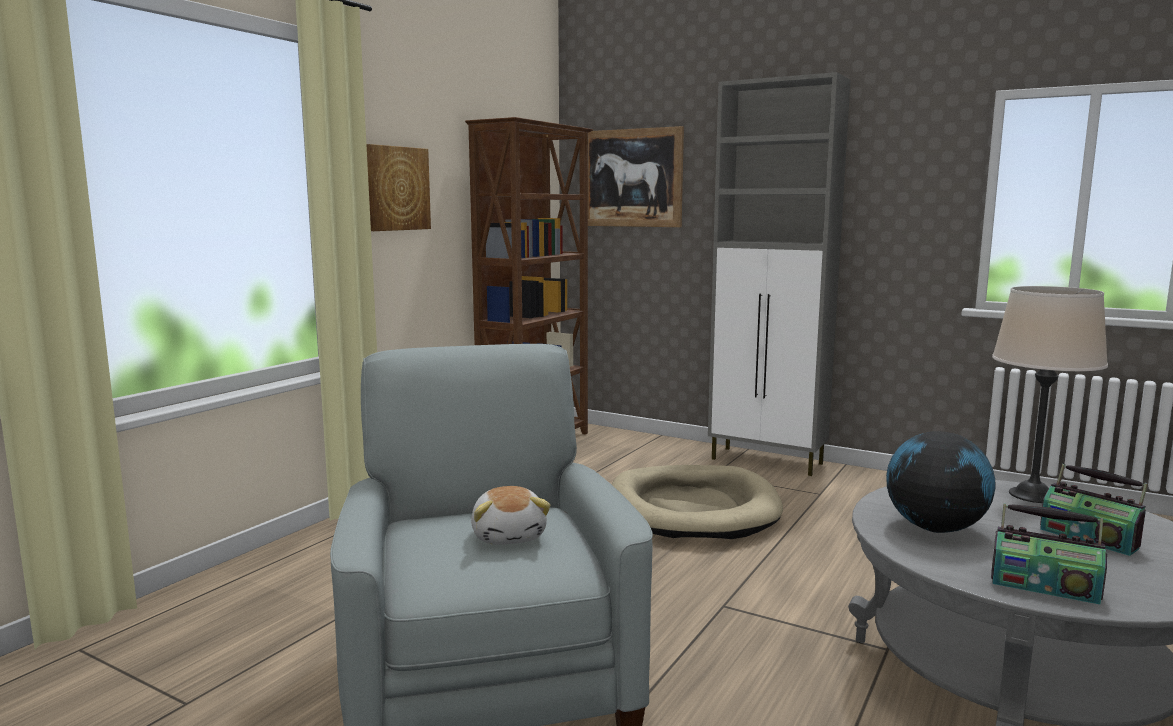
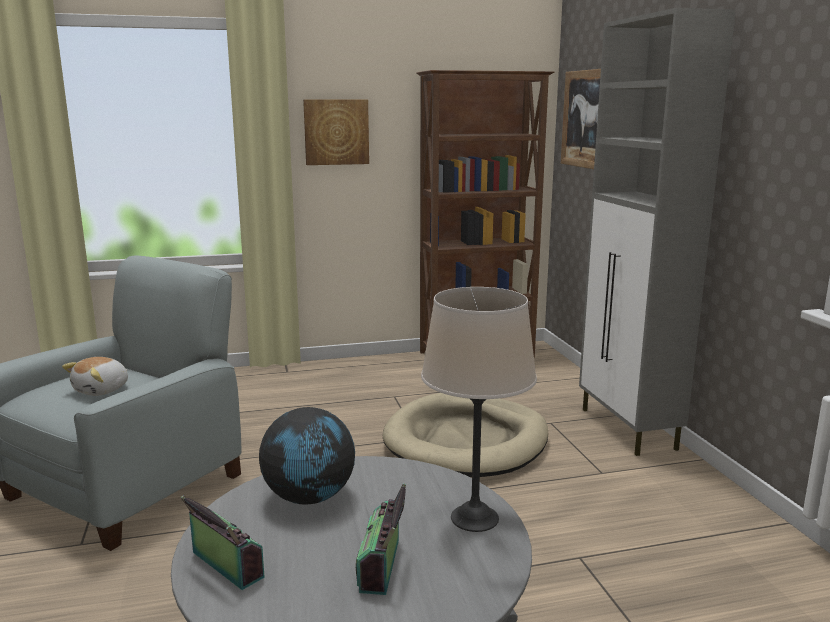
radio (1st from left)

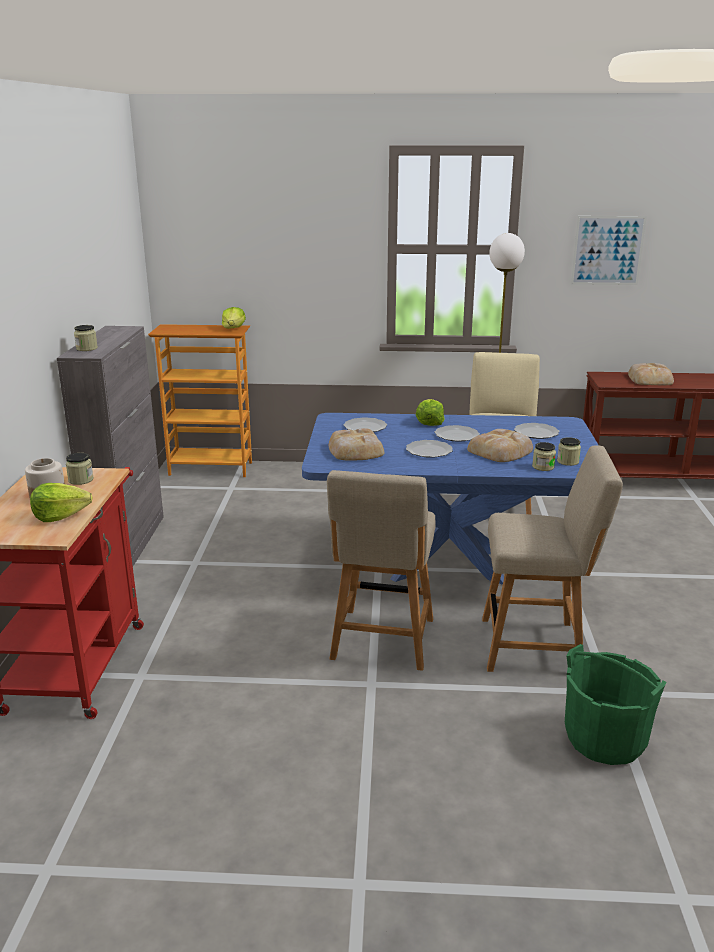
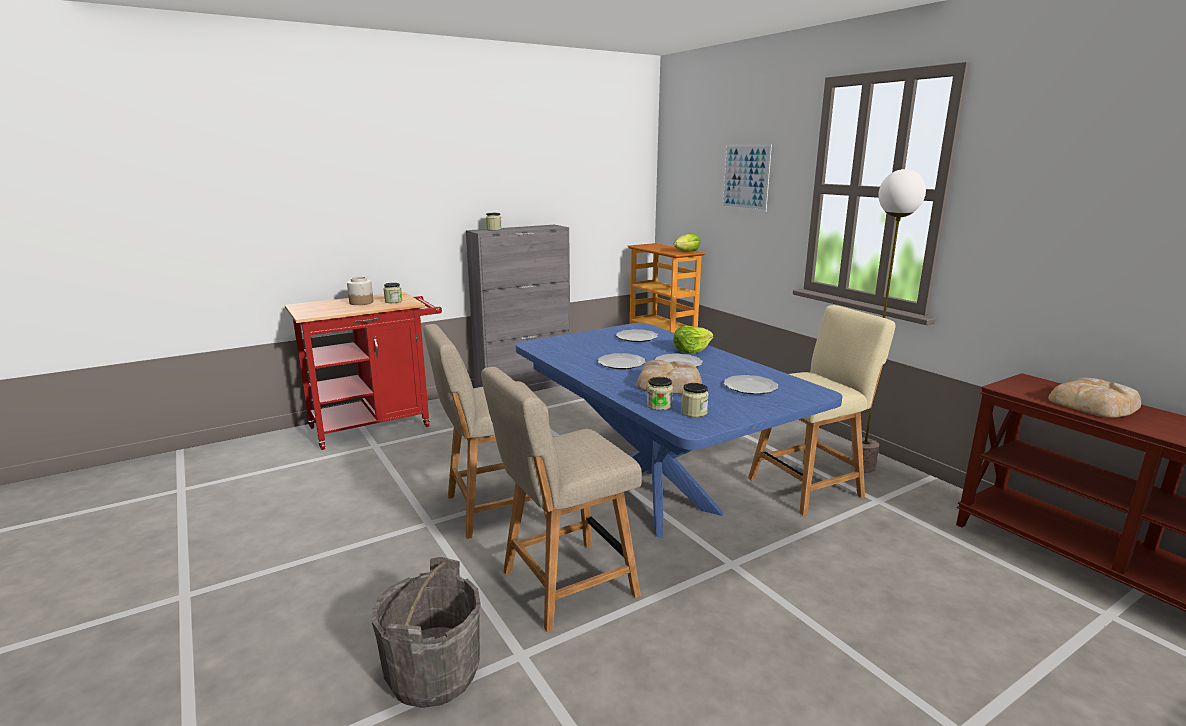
picture
bread (1st from left in the first image)
chair (beige) (2nd from left)
lettuce (1st from left in the first image)
bucket (grey)

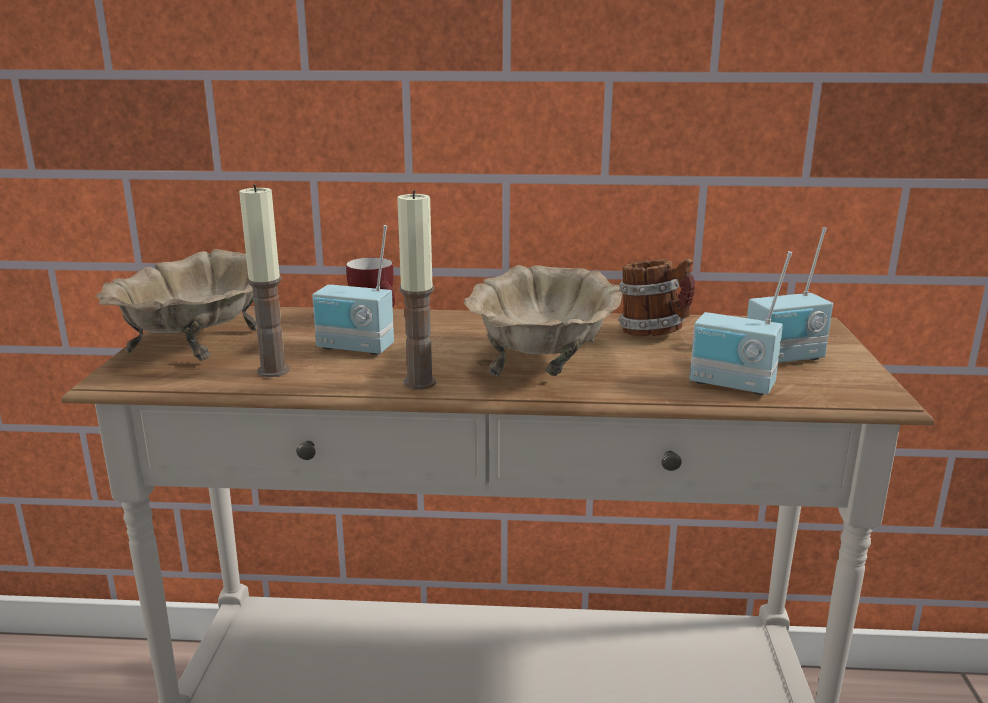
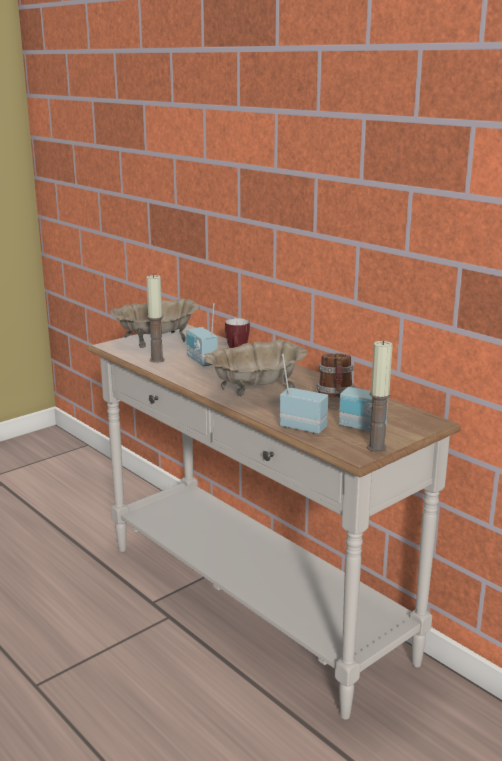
candle (2nd from left)
radio (2nd from left)

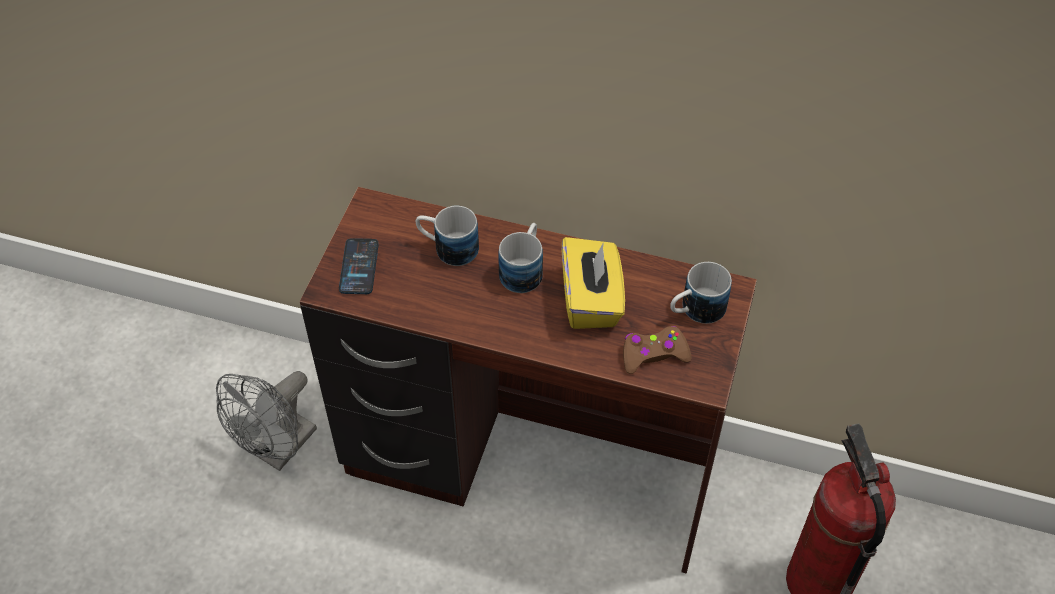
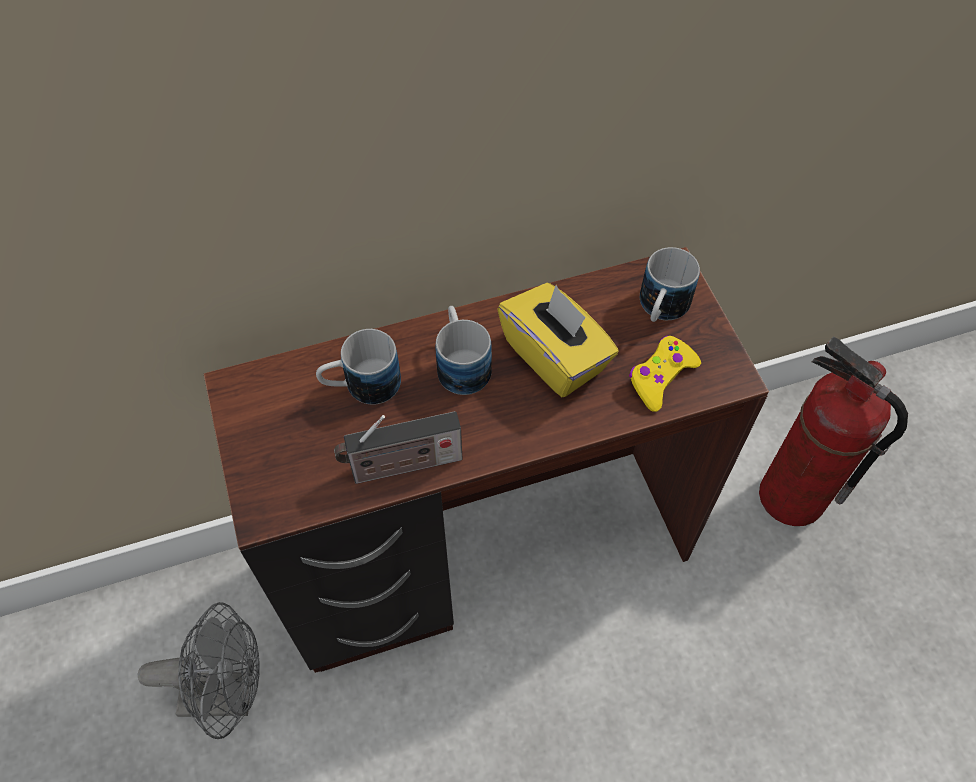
phone
game controller (yellow)
fan (grey)
radio

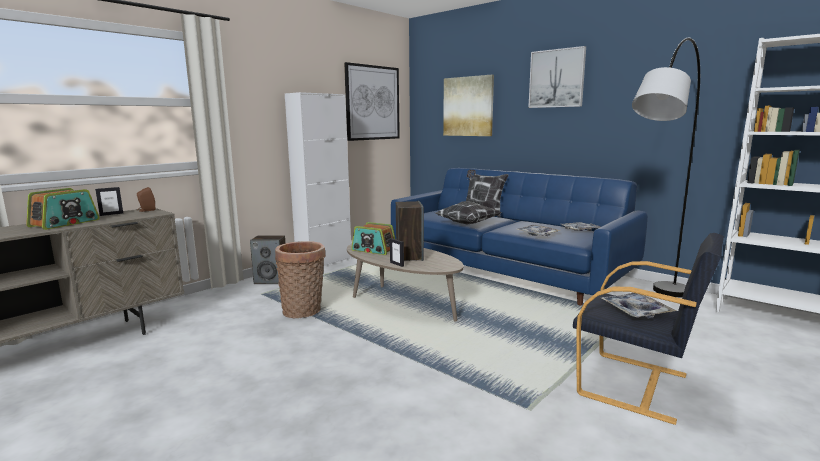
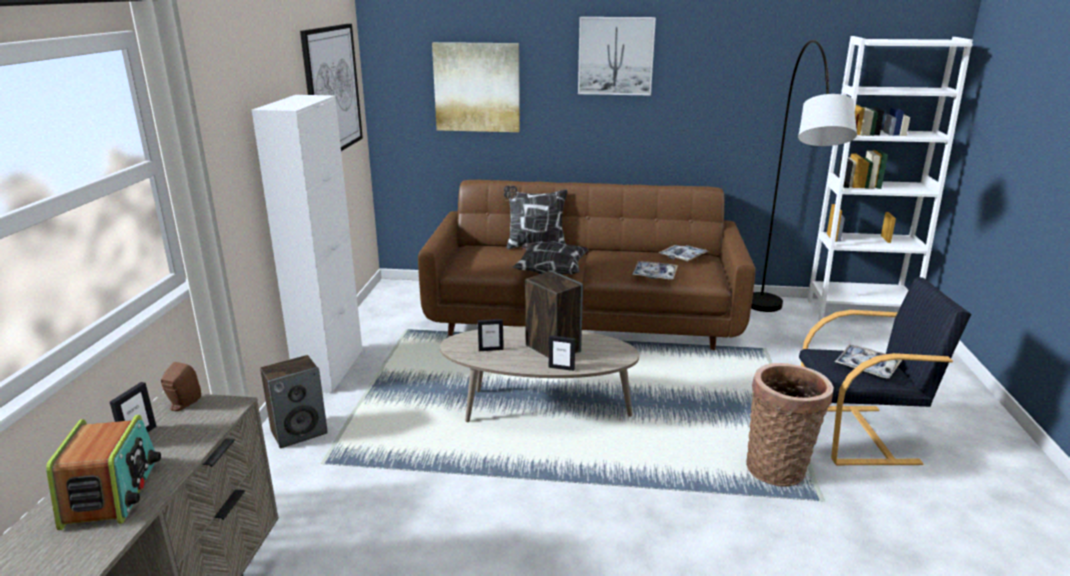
sofa (brown)
picture frame (2nd from left)
basket

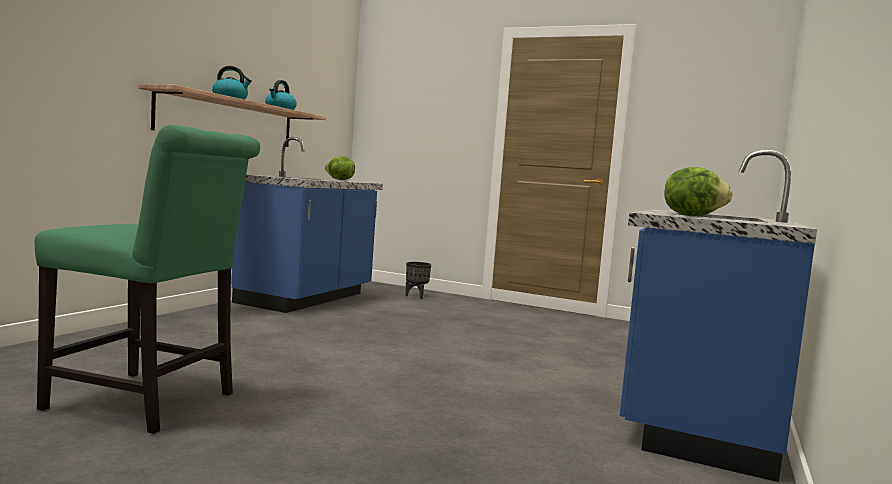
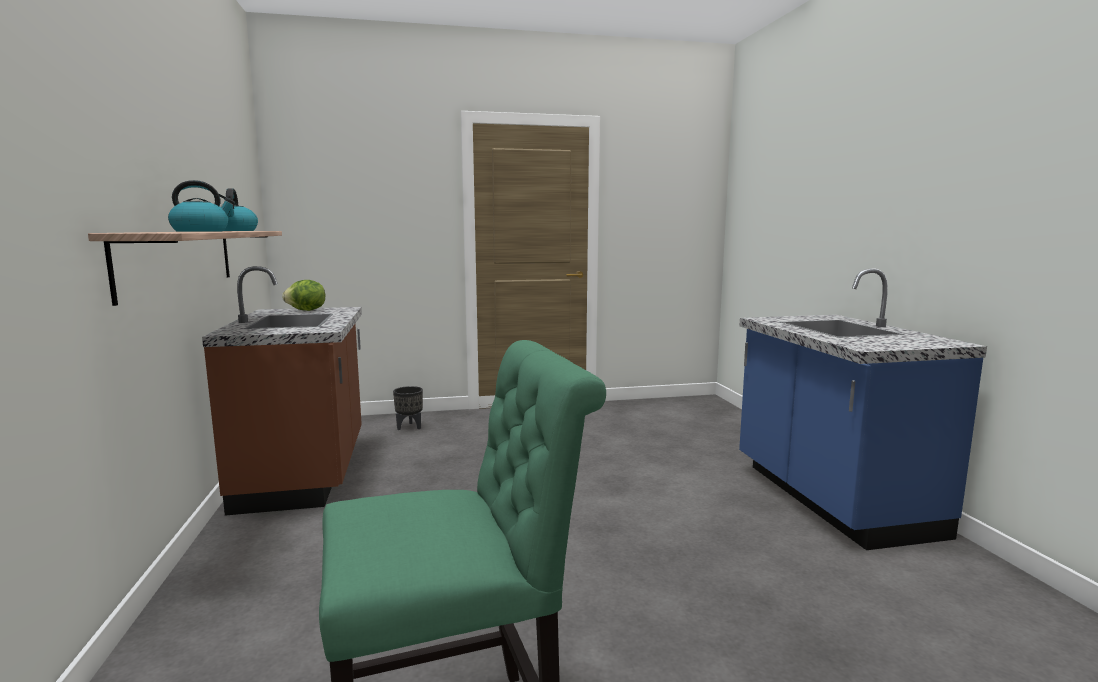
counter (brown)
lettuce (2nd from left in the first image)

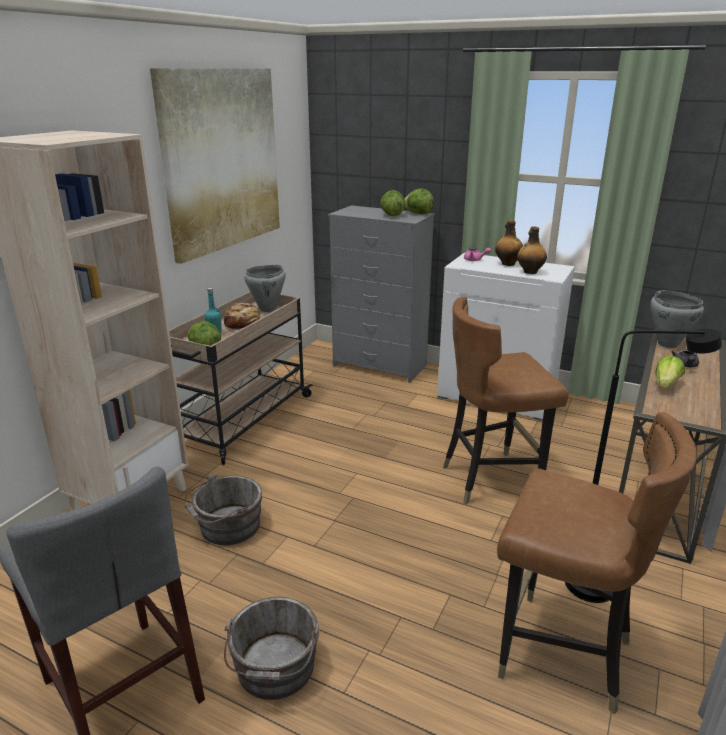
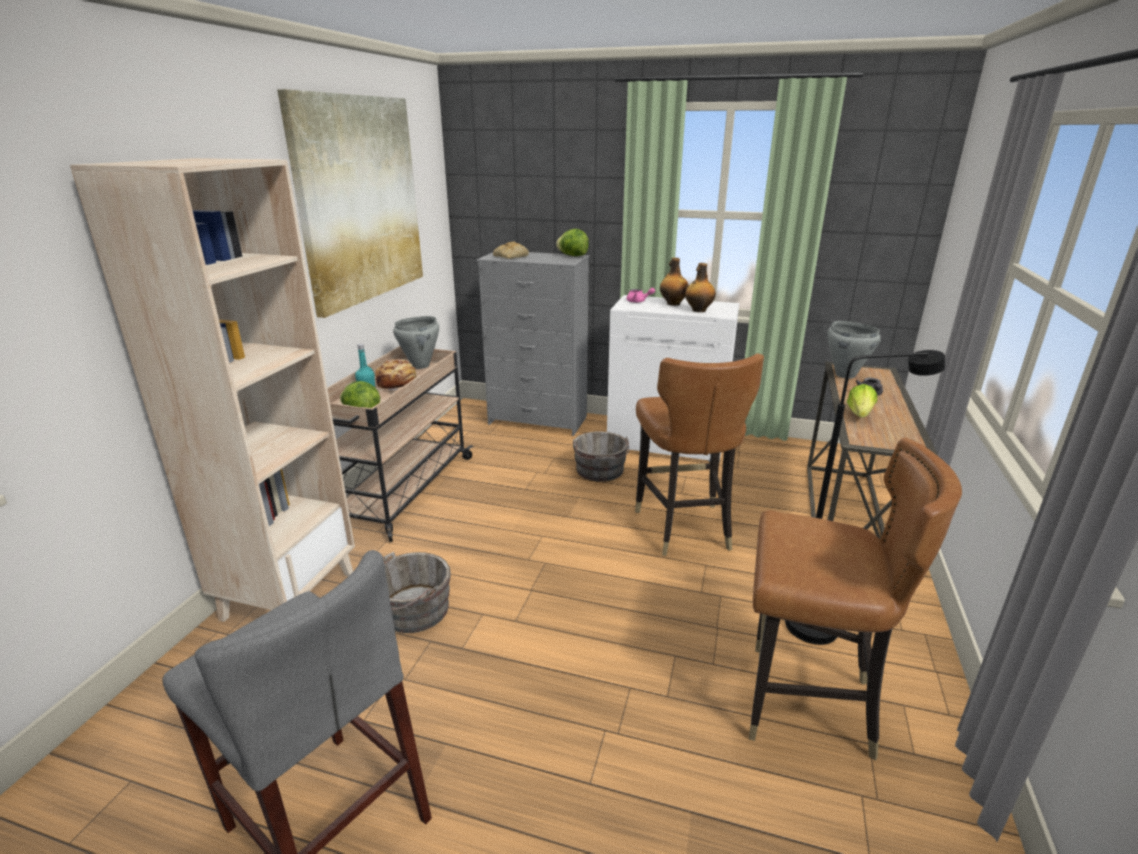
lettuce (2nd from left in the first image)
chair (brown) (1st from left)
bucket (grey) (2nd from left)
bread (2nd from left)

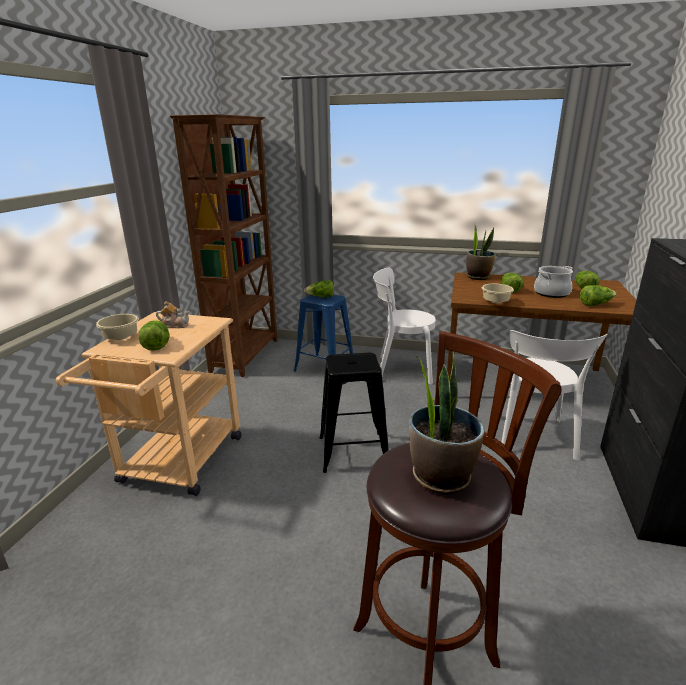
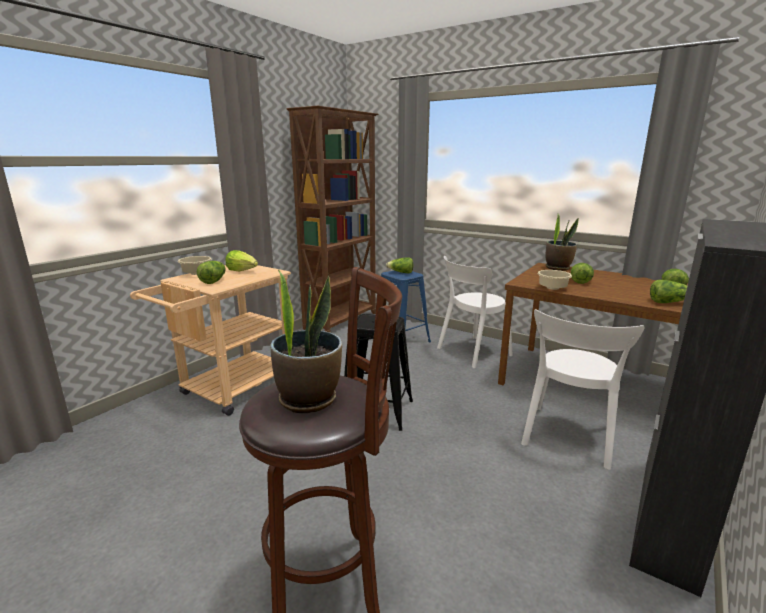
cooking pot
chair (white) (1st from left)
lettuce (2nd from left)

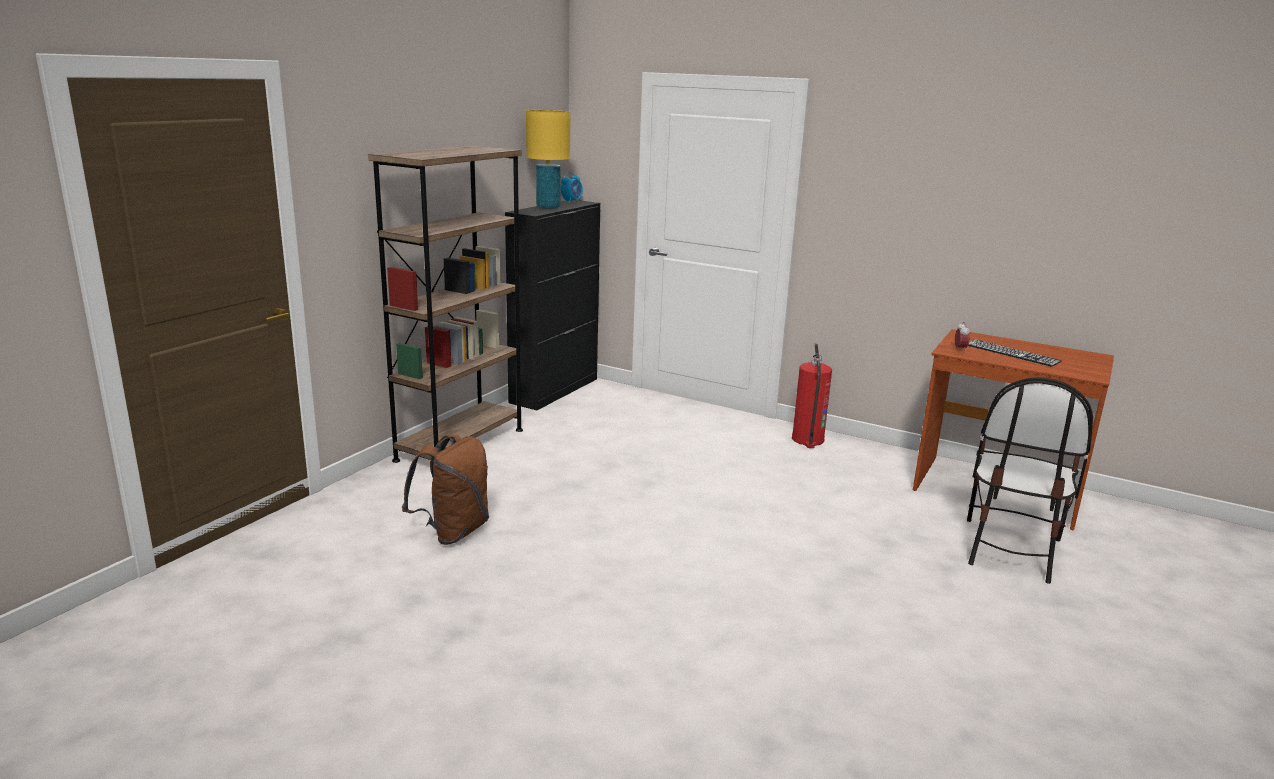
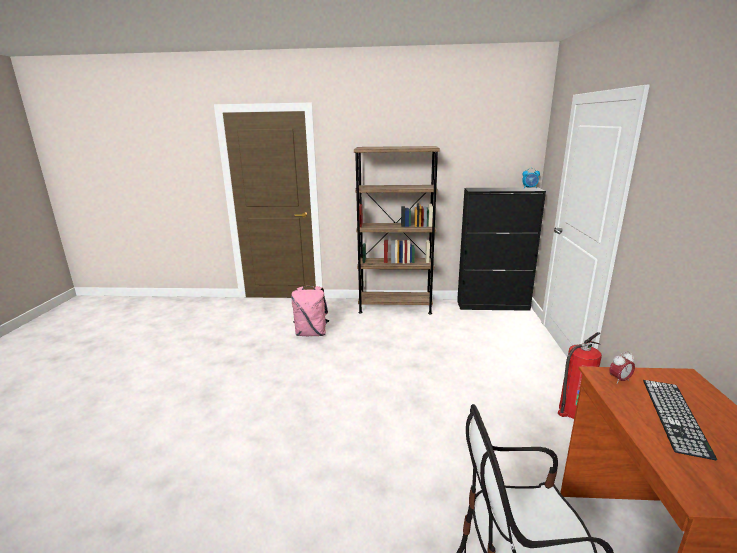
table lamp (yellow)
backpack (pink)

